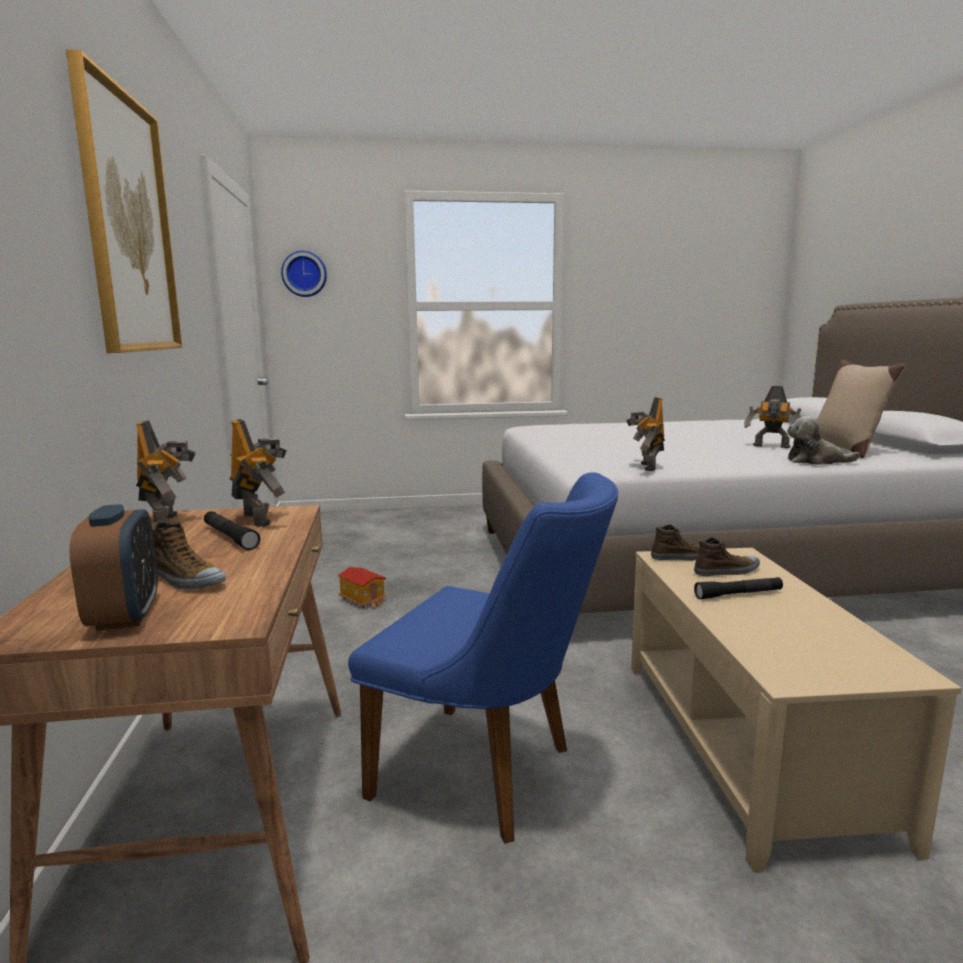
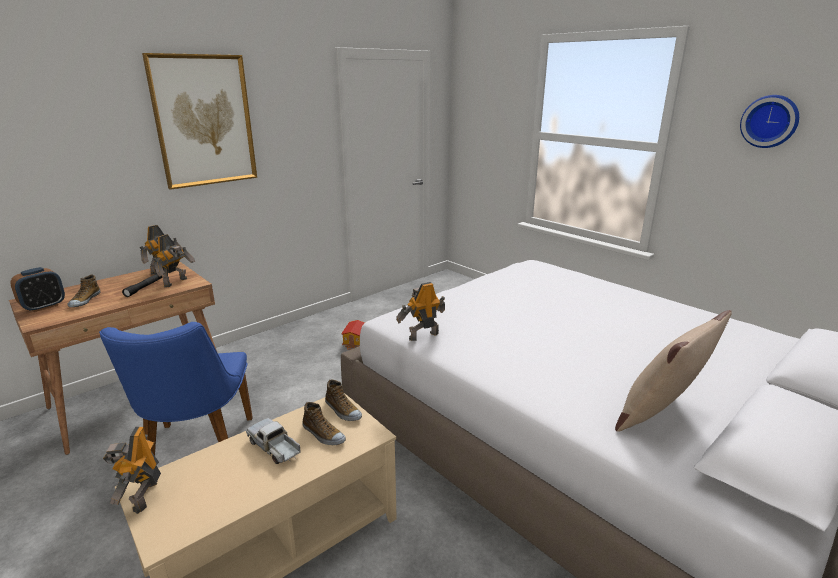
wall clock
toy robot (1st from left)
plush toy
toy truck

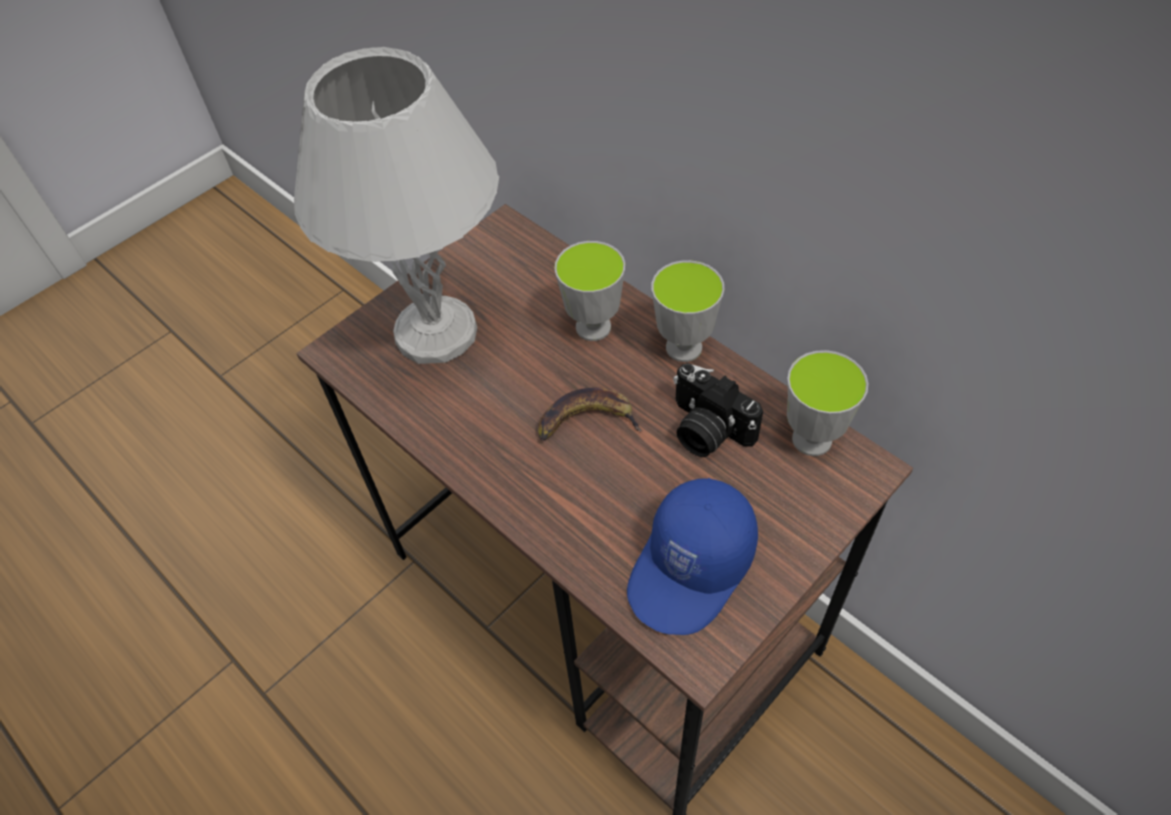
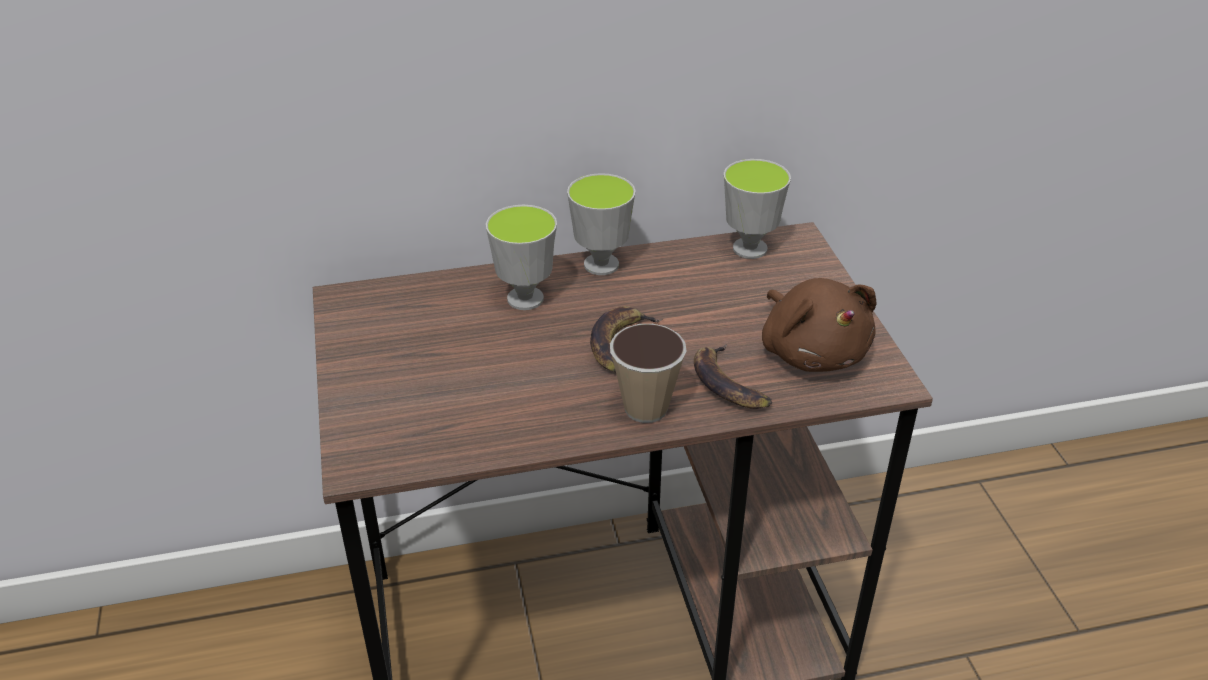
table lamp (white)
photo camera
plush toy (brown)
cup (3rd from left)
banana (2nd from left)

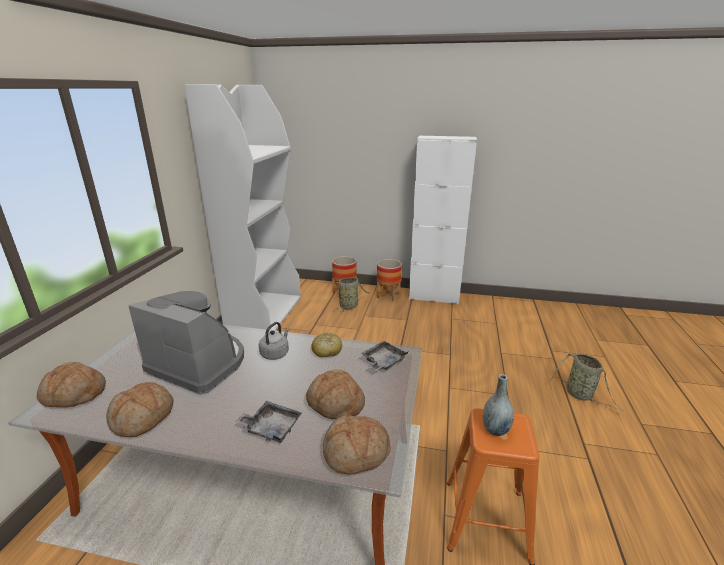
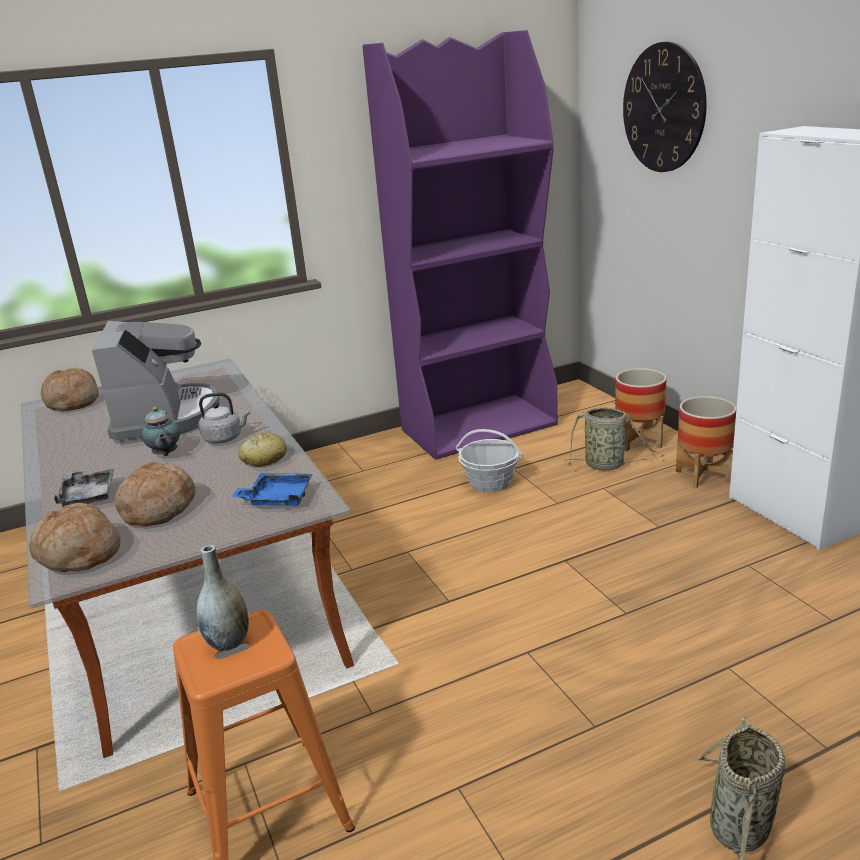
bookcase (purple)
tray (blue)
bread (2nd from left in the first image)
wall clock
teapot
basket (1st from left)

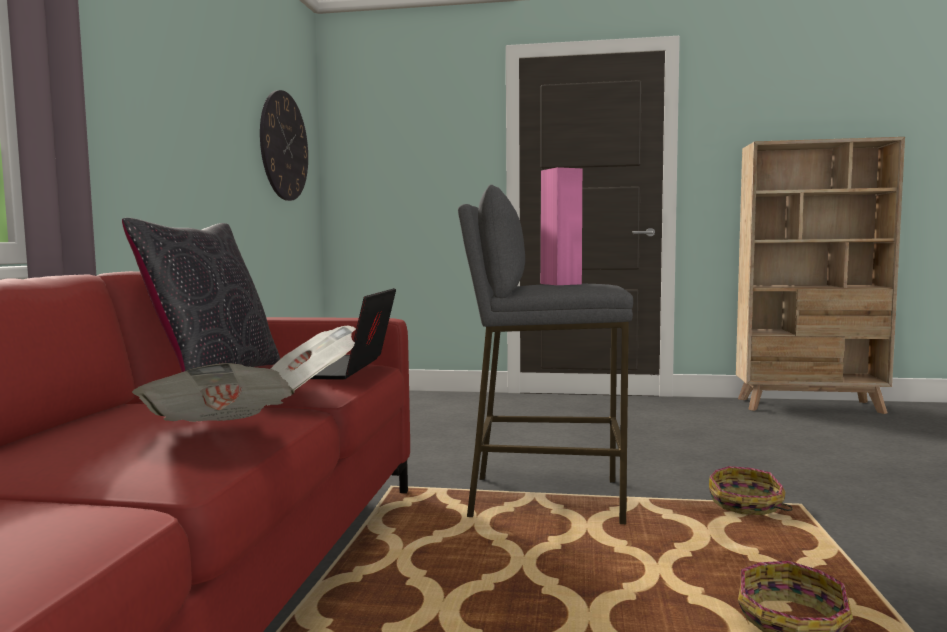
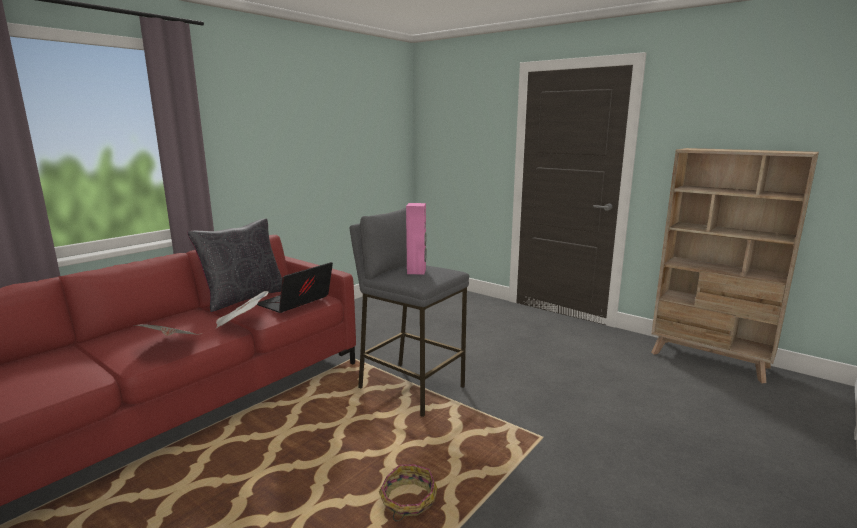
wall clock
basket (1st from left in the first image)

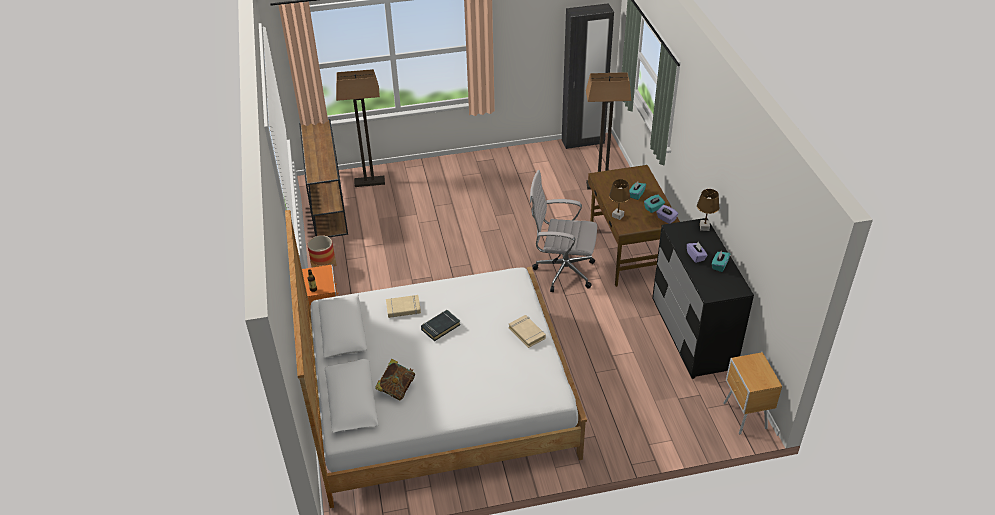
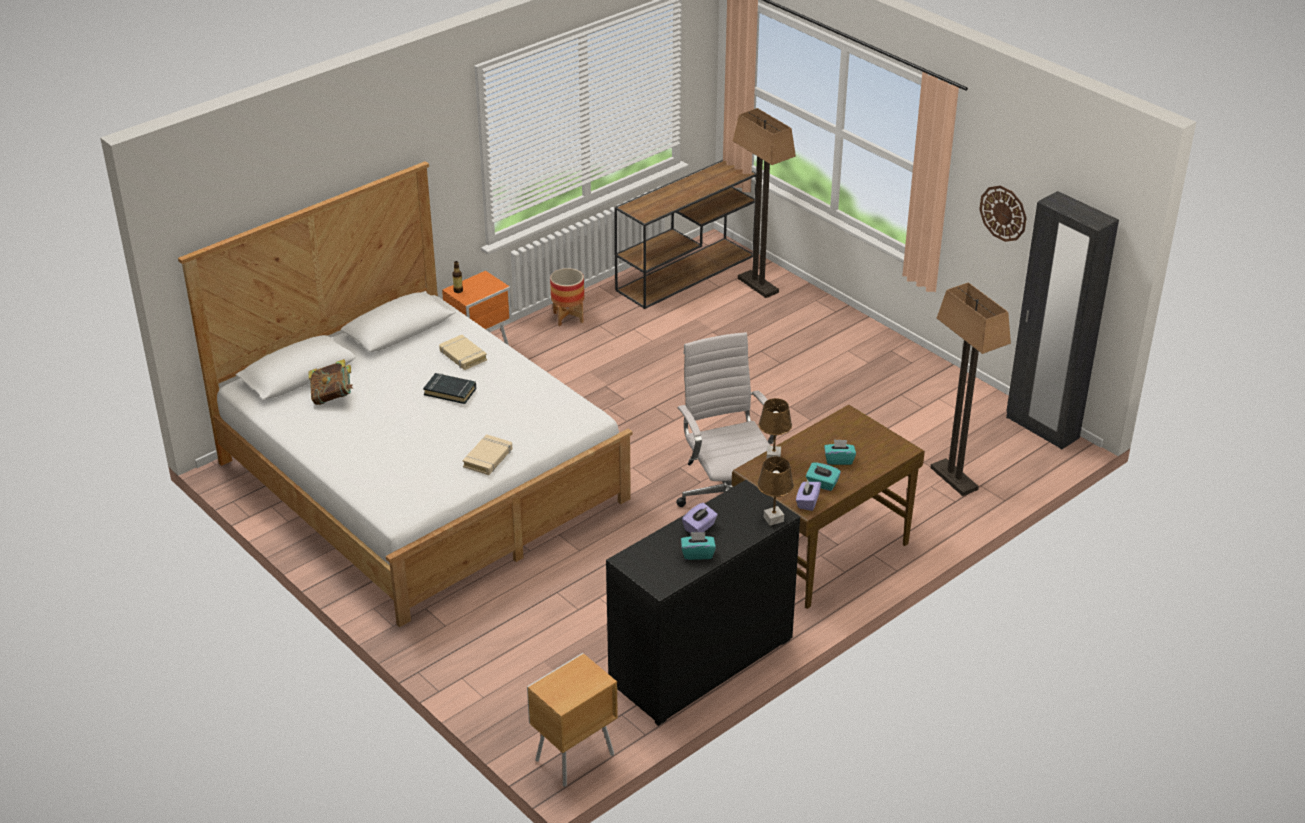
wall clock

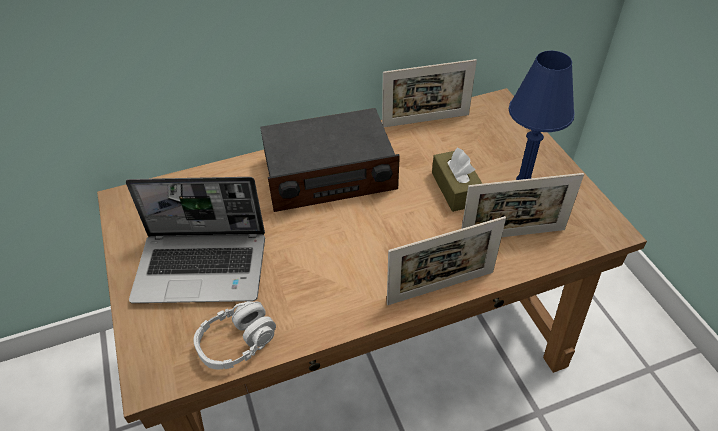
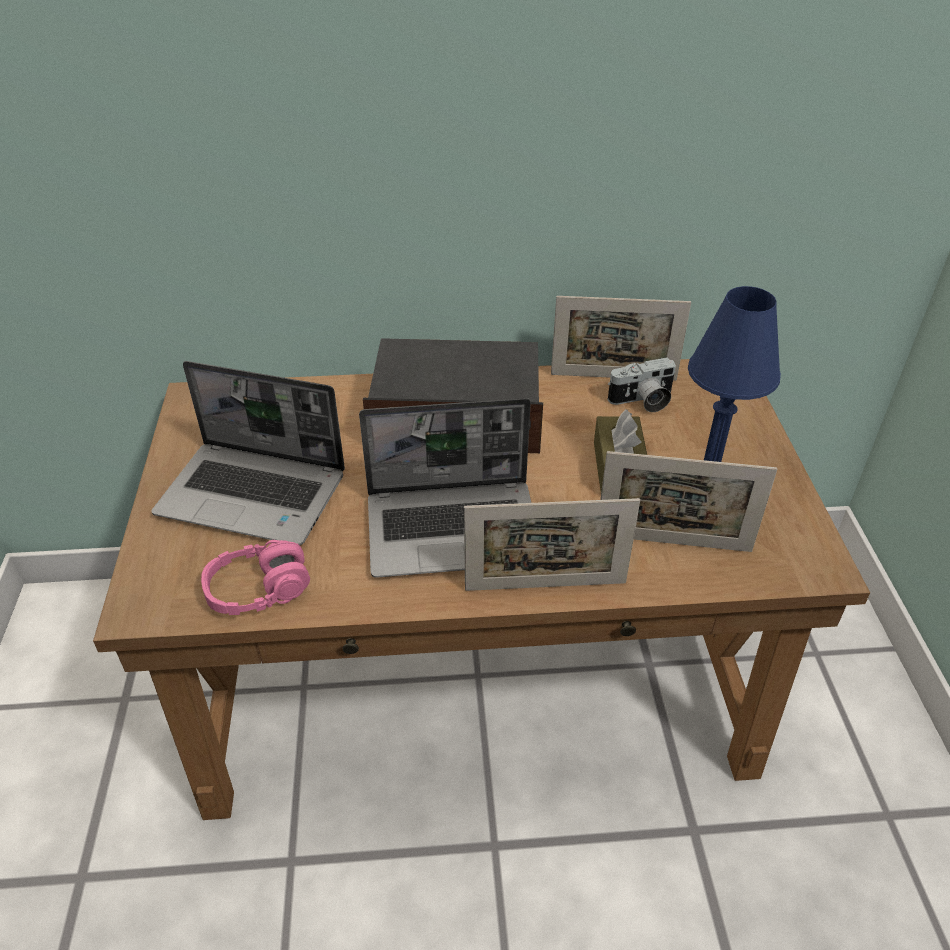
headphones (pink)
photo camera
laptop (2nd from left)

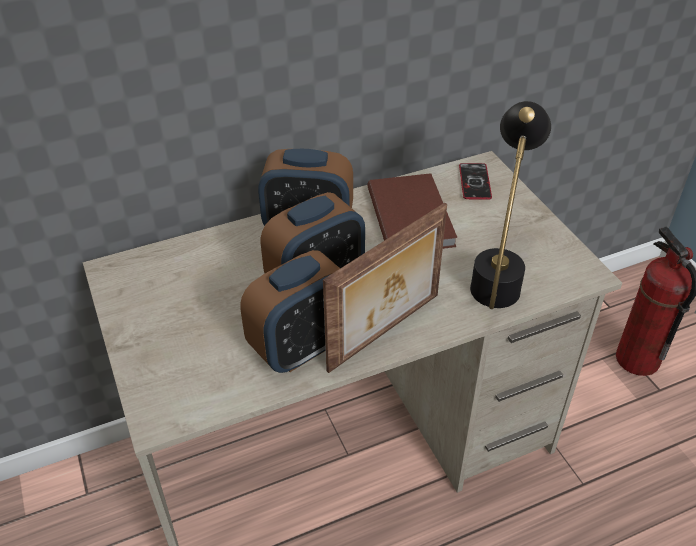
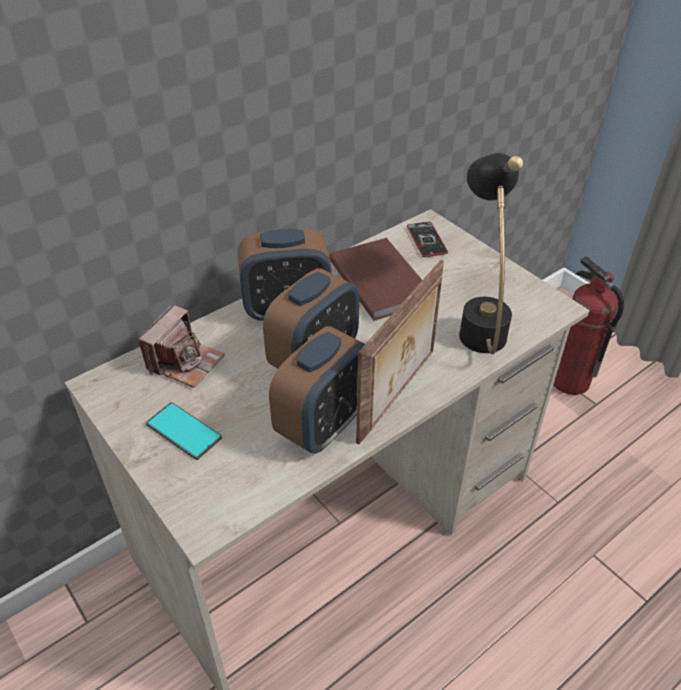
photo camera
phone (1st from left)

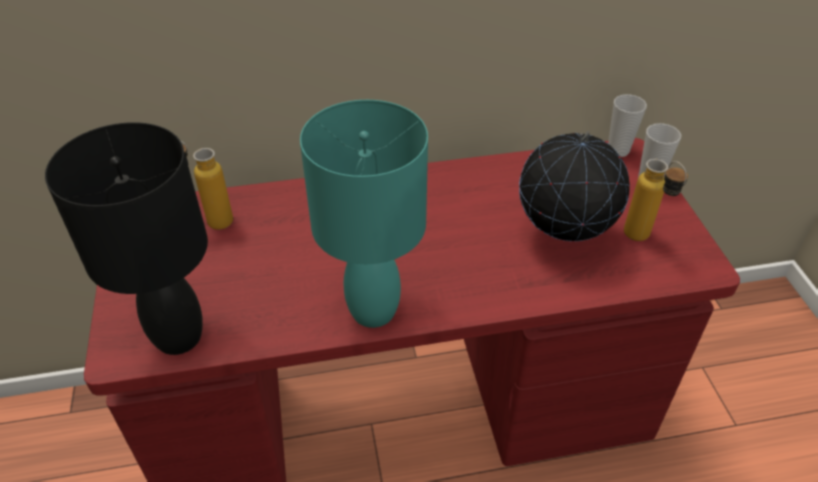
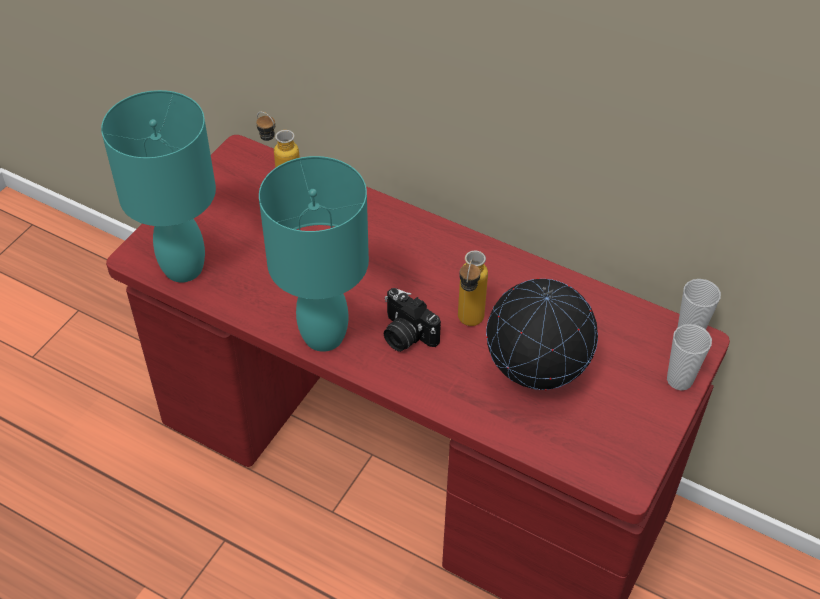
table lamp (turquoise) (1st from left)
bottle (2nd from left)
photo camera

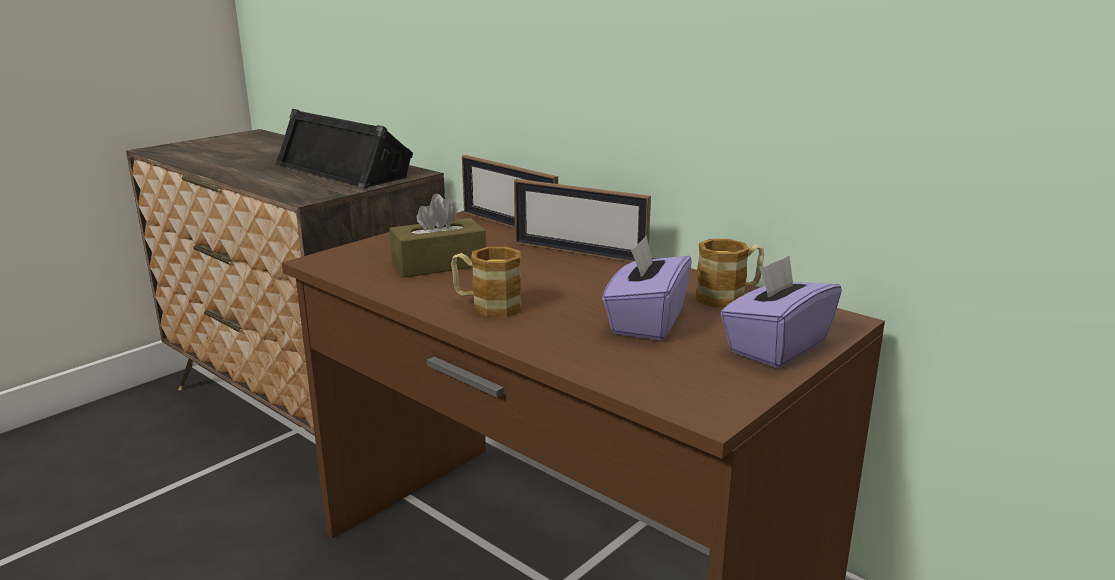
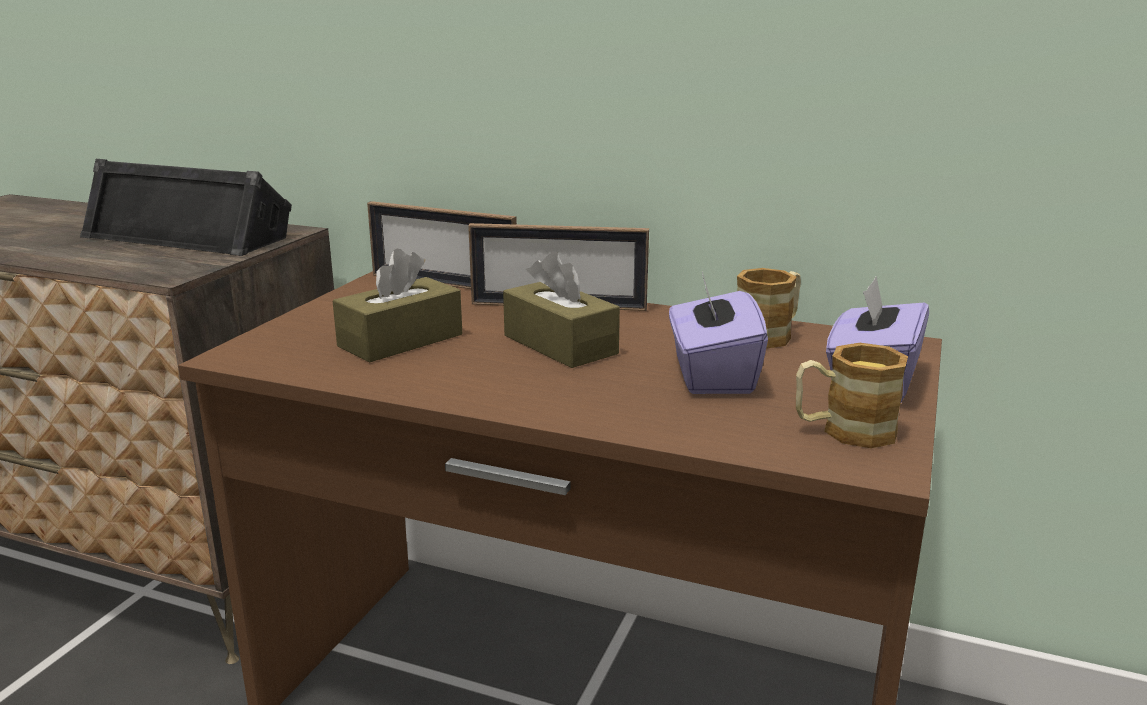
mug (2nd from left)
tissue box (brown) (2nd from left)

